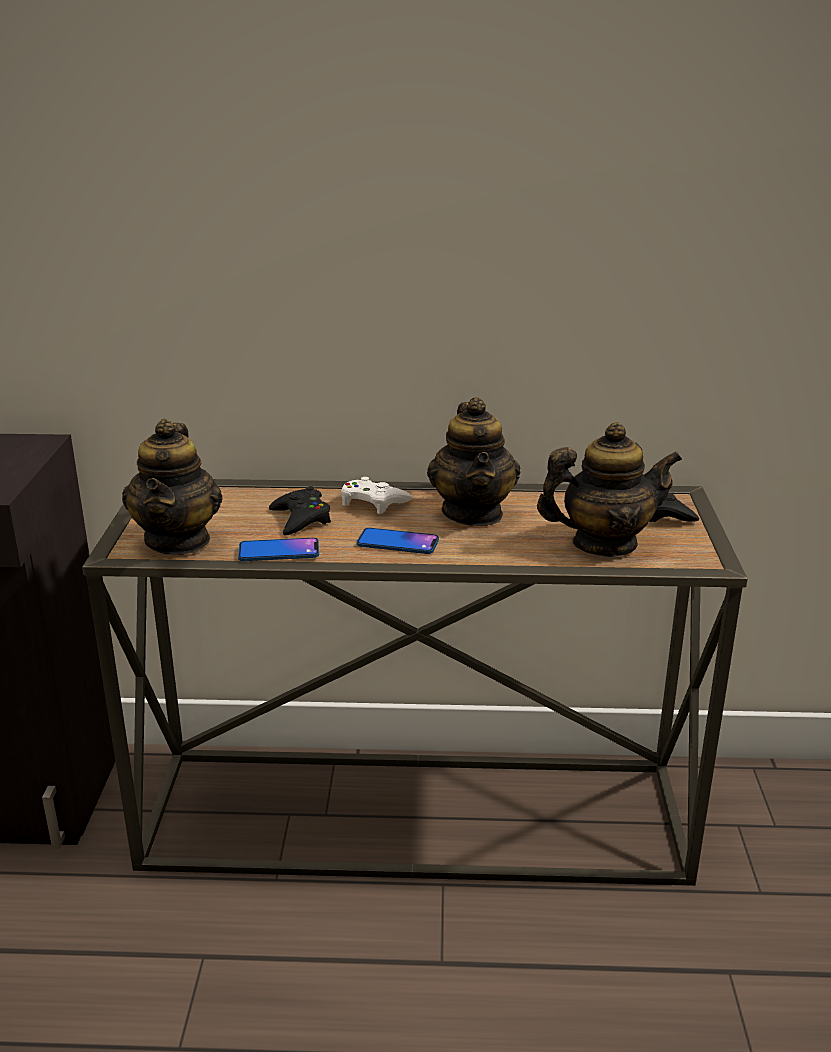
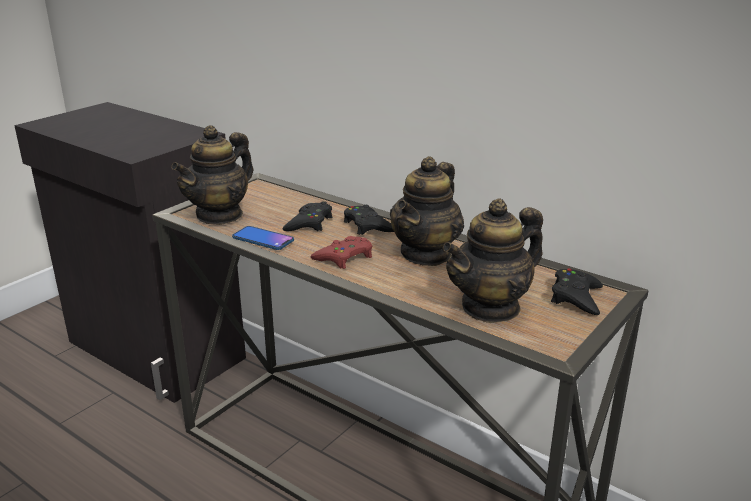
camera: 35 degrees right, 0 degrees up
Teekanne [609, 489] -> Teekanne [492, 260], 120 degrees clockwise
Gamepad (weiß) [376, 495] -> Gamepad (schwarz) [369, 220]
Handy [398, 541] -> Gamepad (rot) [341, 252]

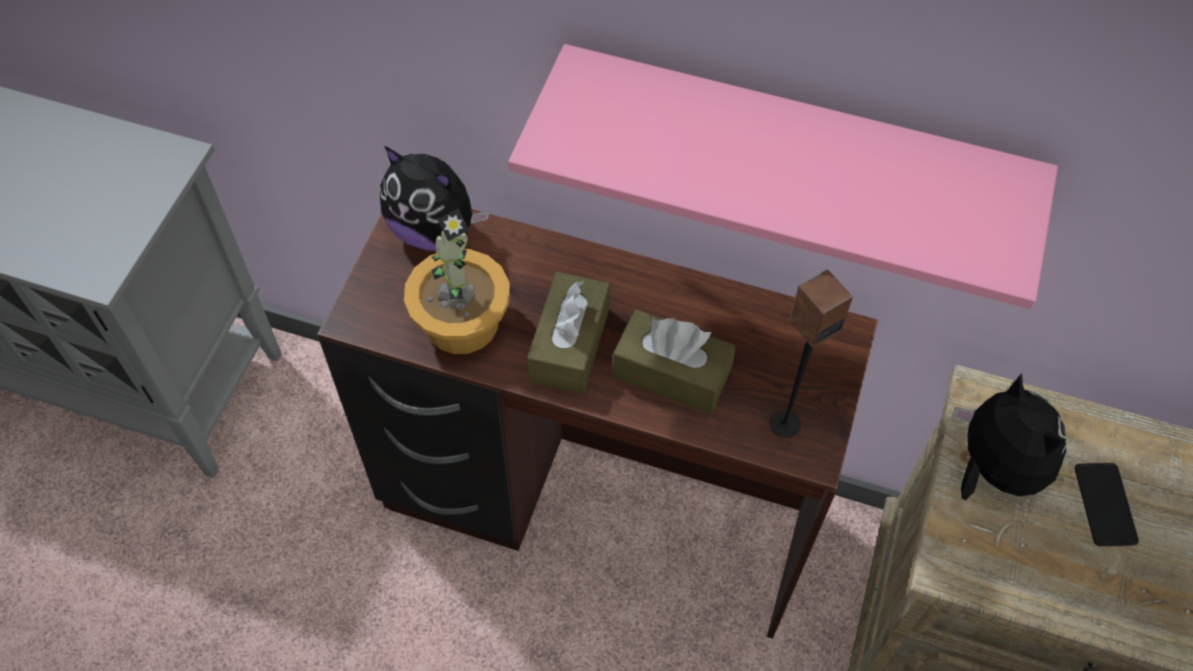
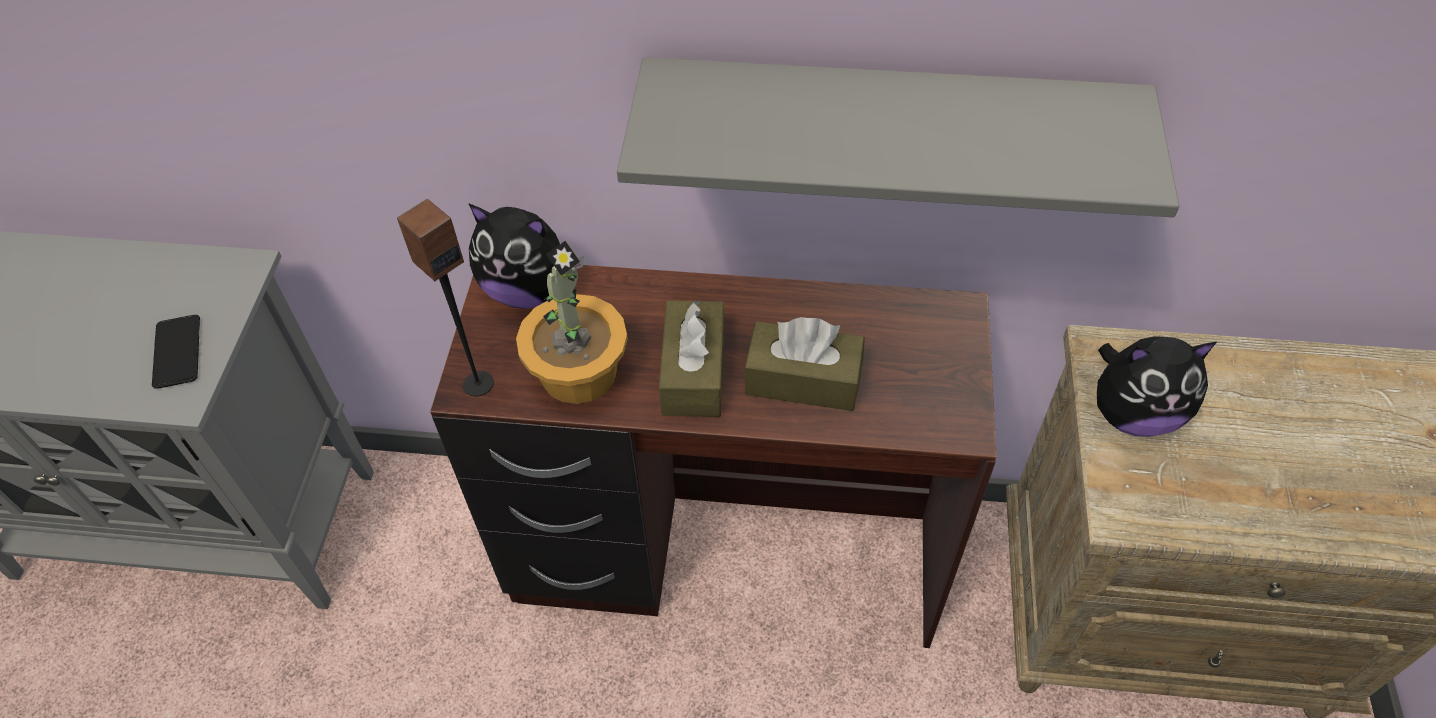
camera: 10 degrees left, 5 degrees down
Wandregal (rosa) [783, 176] -> Wandregal (grau) [898, 137]
Lautsprecher [811, 353] -> Lautsprecher [445, 297], shifted
Plüschtier [1009, 436] -> Plüschtier [1157, 386], 120 degrees clockwise
Handy [1106, 504] -> Handy [176, 352], shifted

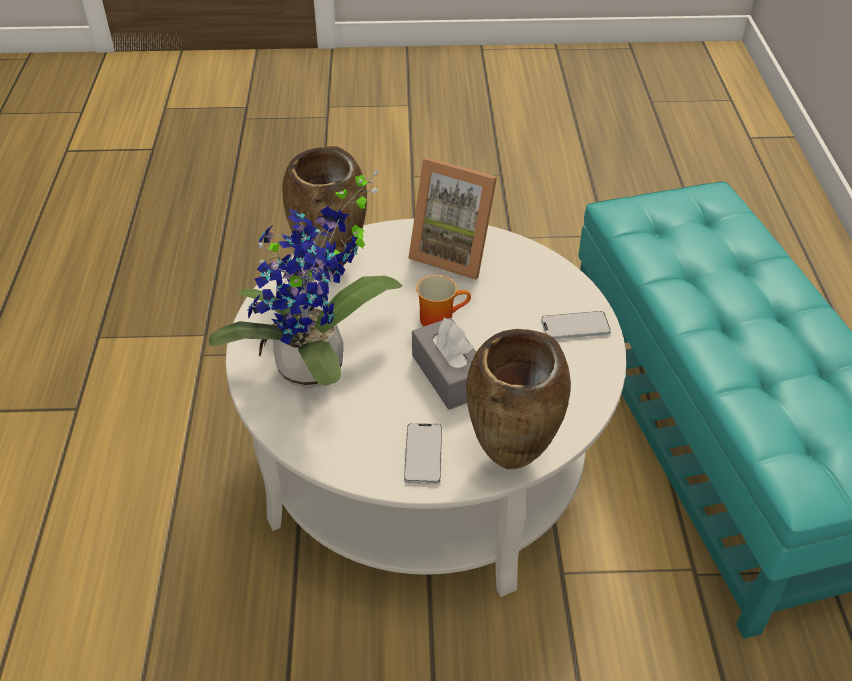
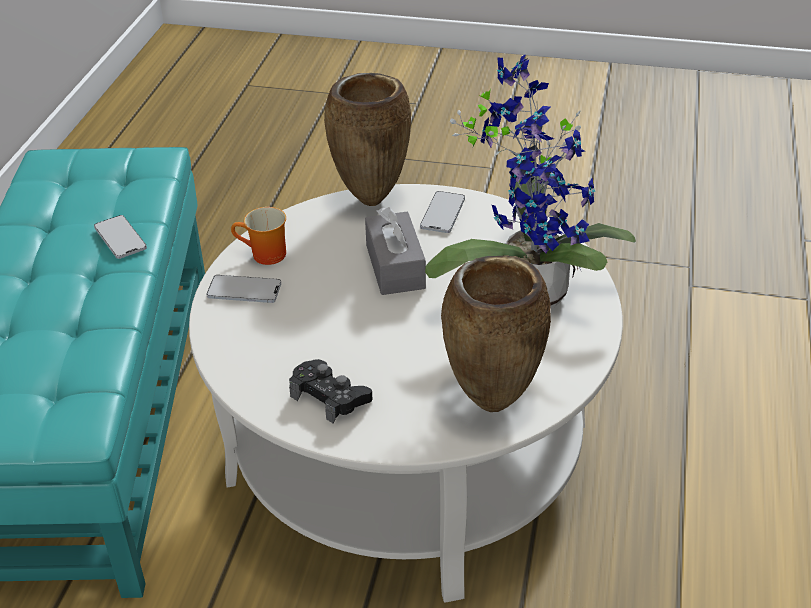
camera: 165 degrees left, 5 degrees down
Bilderrahmen [452, 218] -> Gamepad (schwarz) [331, 391]
Henkelbecher [443, 300] -> Henkelbecher [258, 236], shifted
none -> Handy [120, 237]

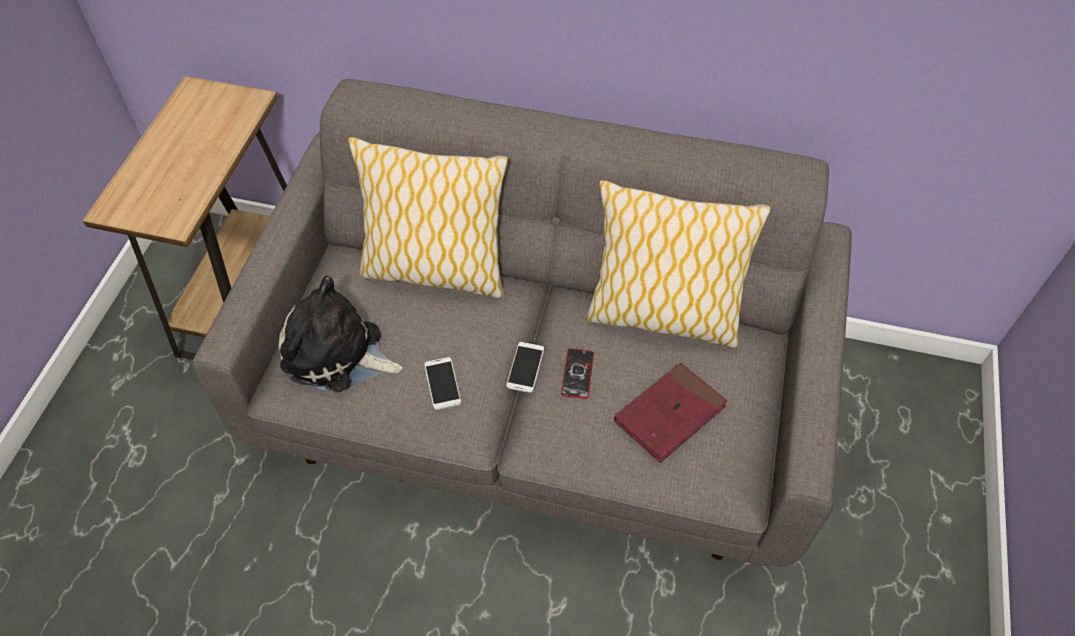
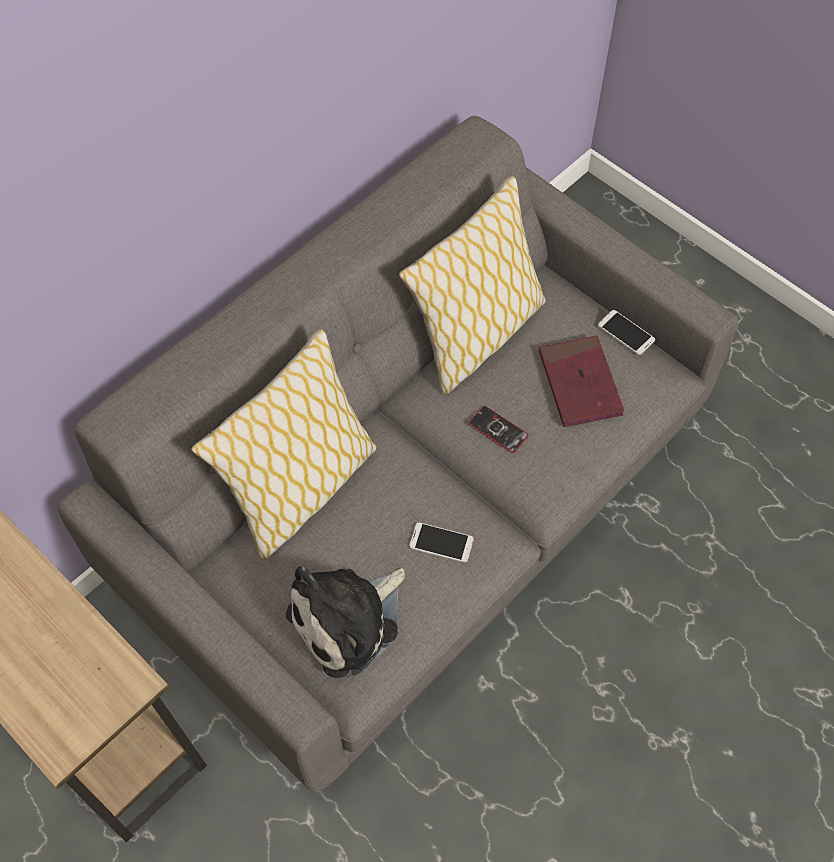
camera: 60 degrees left, 5 degrees up
Handy [525, 367] -> Handy [626, 332], shifted

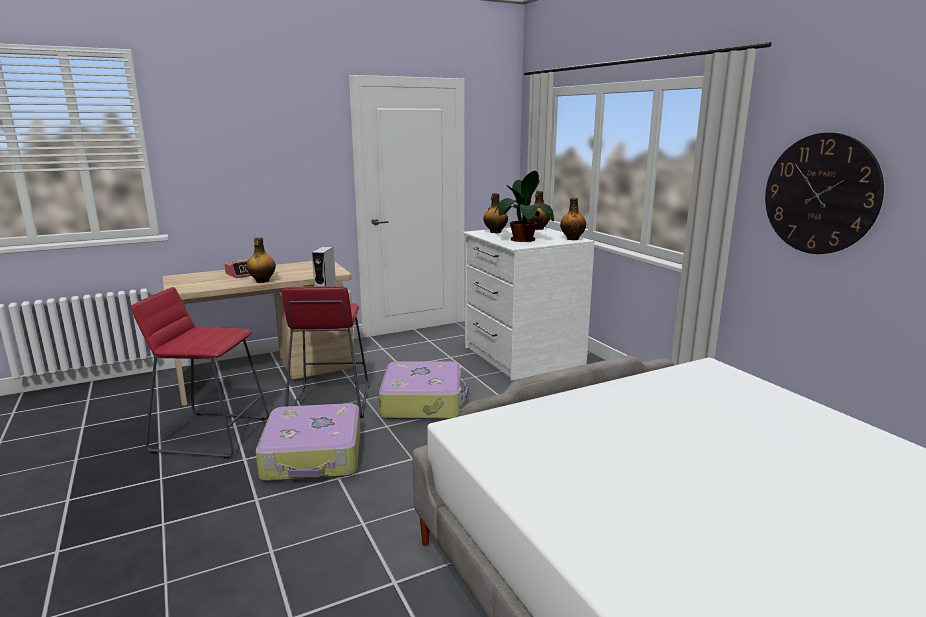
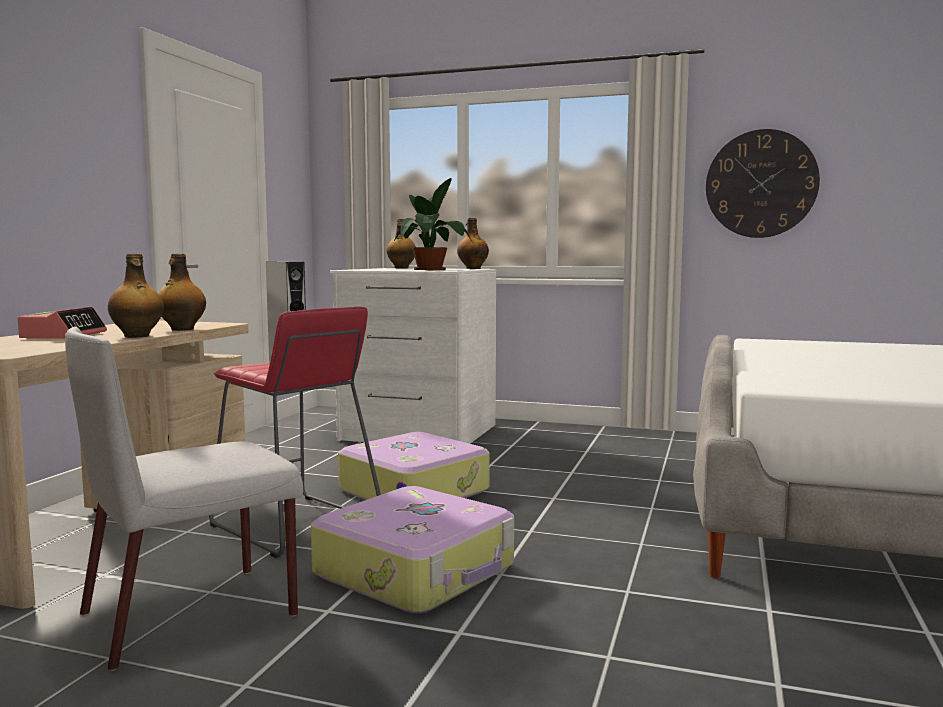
camera: 45 degrees left, 10 degrees down
Flasche [495, 213] -> Flasche [182, 292], shifted
Hocker (rot) [200, 373] -> Stuhl (grau) [184, 499]

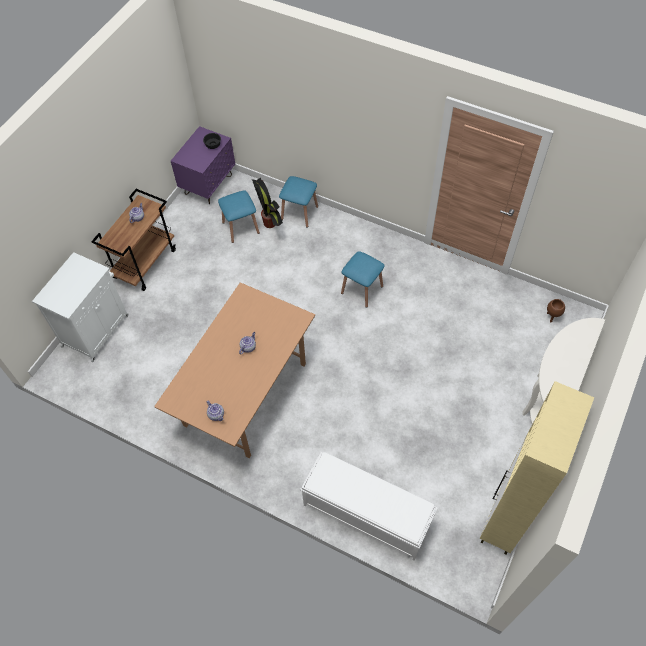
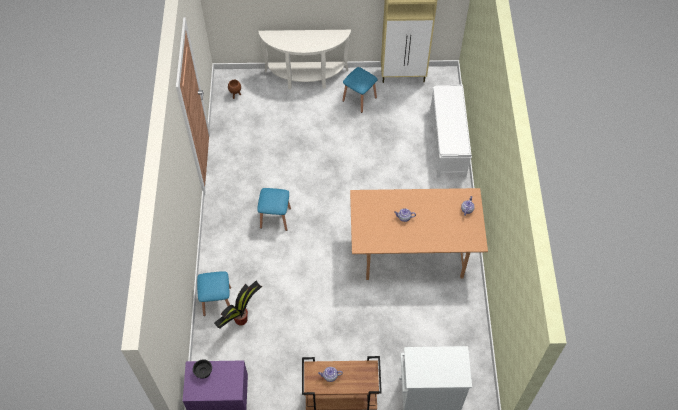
camera: 120 degrees left, 0 degrees up
Hocker (blau) [239, 216] -> Hocker (blau) [360, 90], shifted

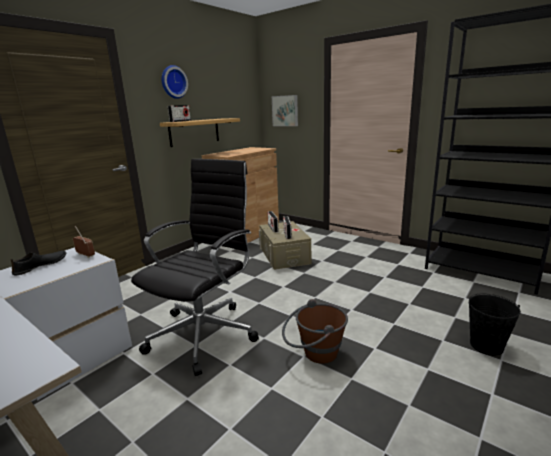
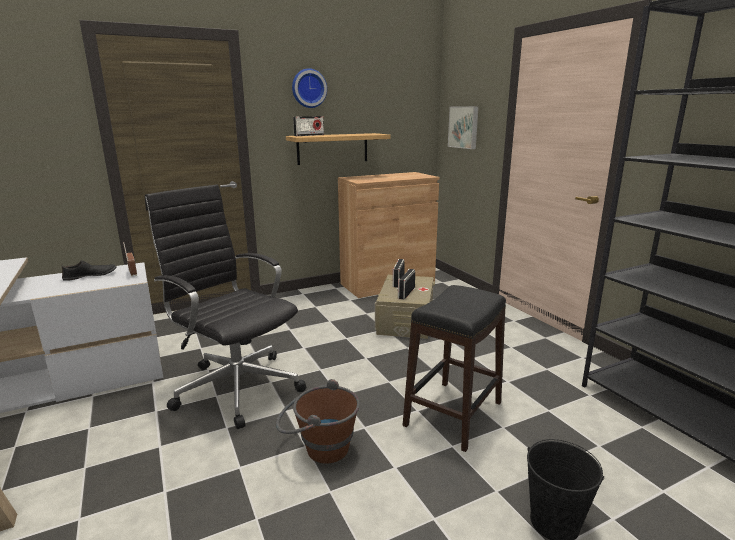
camera: 25 degrees right, 0 degrees up
Bürostuhl (schwarz) [195, 267] -> Bürostuhl (schwarz) [225, 307], 105 degrees counterclockwise
none -> Hocker (schwarz) [454, 368]

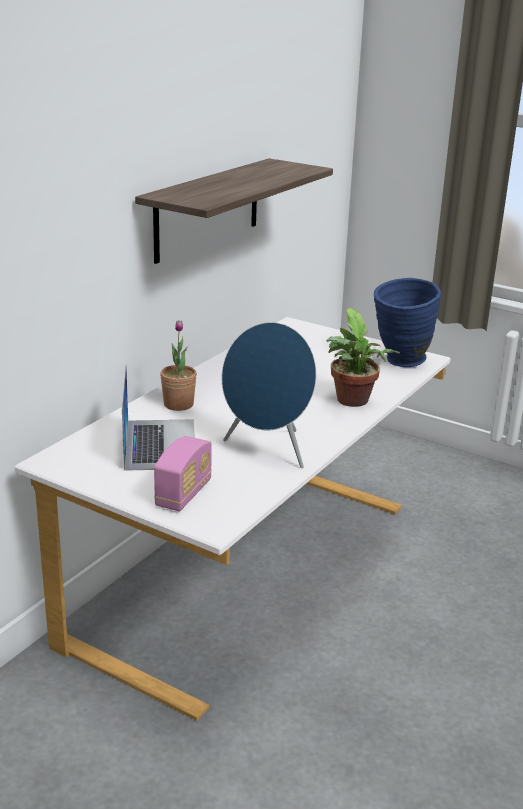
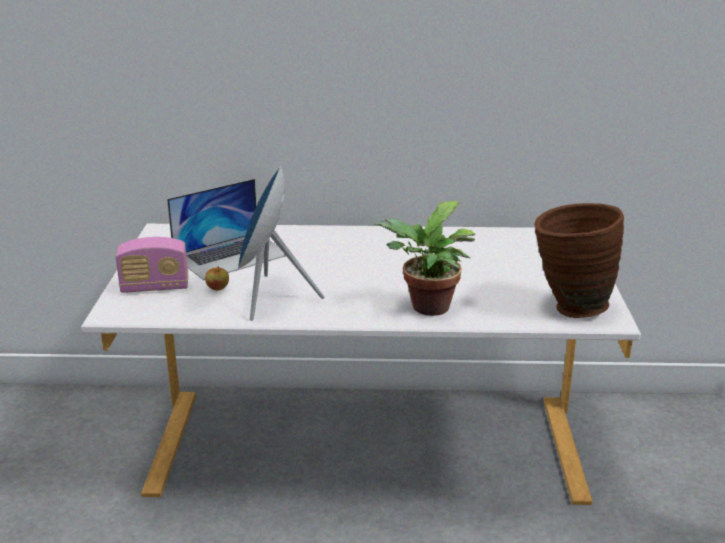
camera: 60 degrees right, 0 degrees up
Wandregal [234, 211] -> none
Vase (blau) [407, 322] -> Vase (braun) [579, 260]
Topfpflanze [178, 365] -> none
none -> Apfel [217, 278]

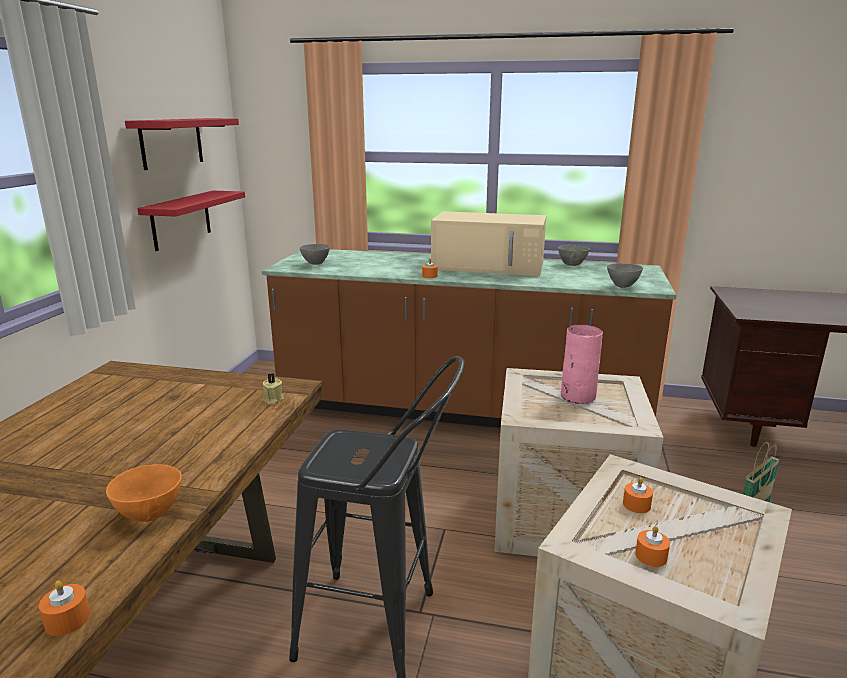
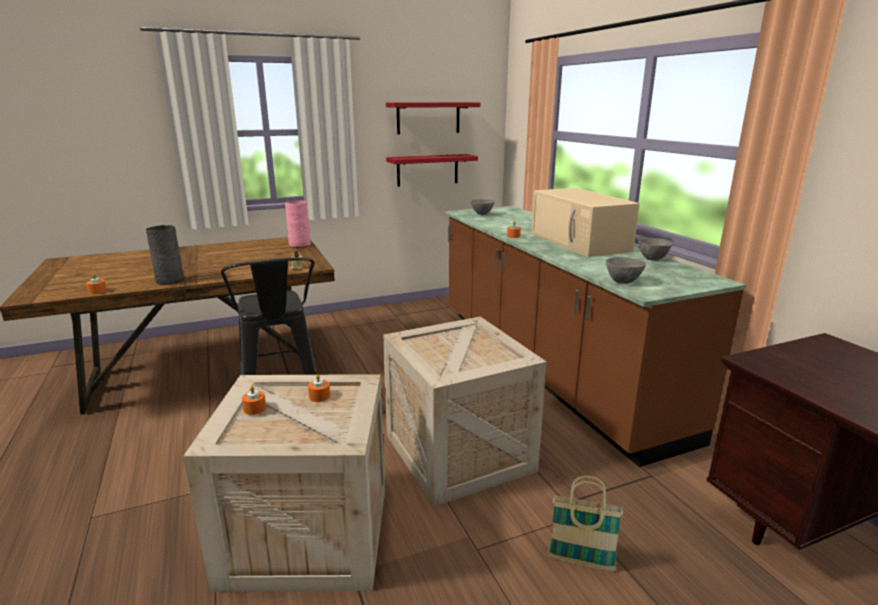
camera: 55 degrees right, 0 degrees up
Vase (rosa) [582, 364] -> Vase (rosa) [298, 223], shifted
Schüssel (orange) [144, 493] -> Vase (grau) [165, 255]

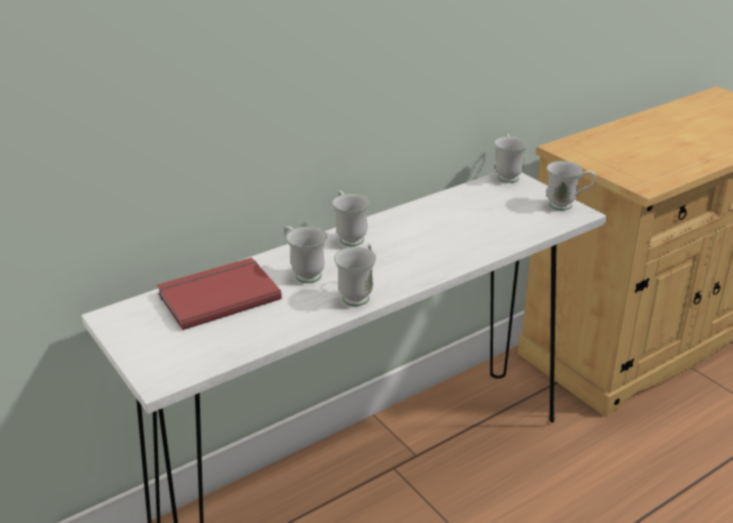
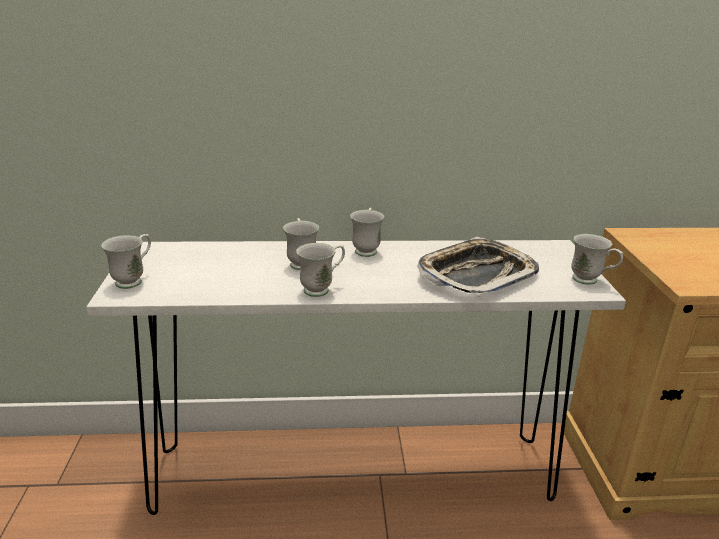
camera: 30 degrees right, 5 degrees down
Henkelbecher (weiß) [511, 158] -> Henkelbecher (weiß) [126, 261], shifted
Buch (rot) [219, 293] -> none
none -> Tablett [478, 267]

